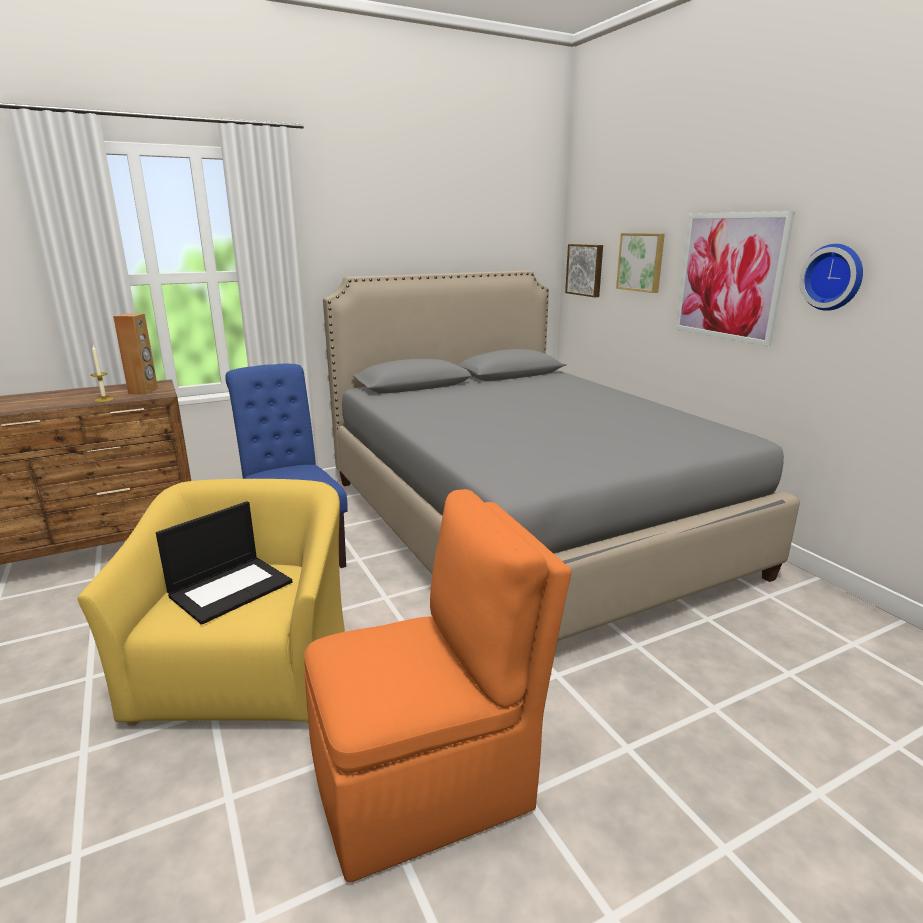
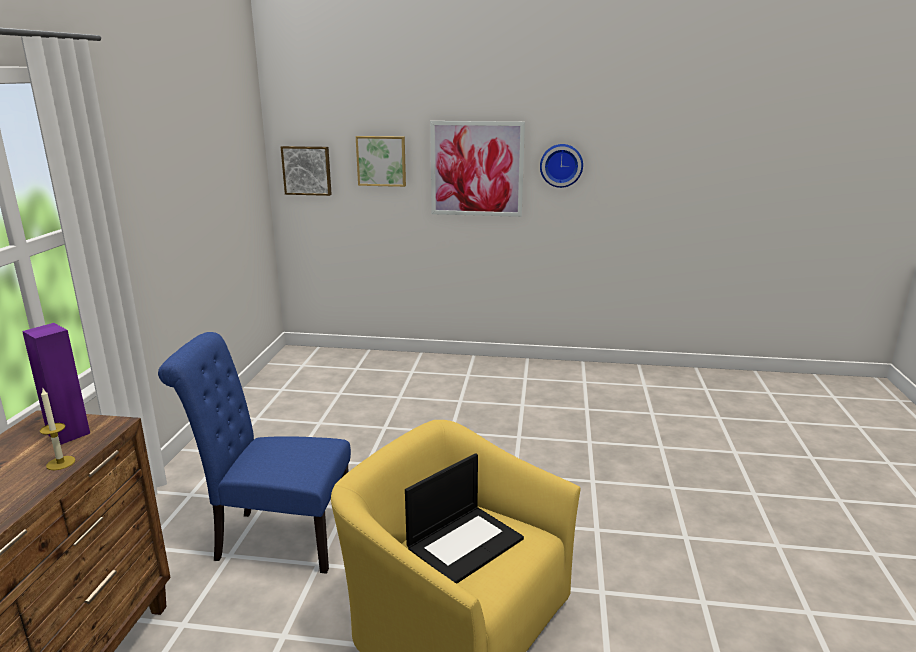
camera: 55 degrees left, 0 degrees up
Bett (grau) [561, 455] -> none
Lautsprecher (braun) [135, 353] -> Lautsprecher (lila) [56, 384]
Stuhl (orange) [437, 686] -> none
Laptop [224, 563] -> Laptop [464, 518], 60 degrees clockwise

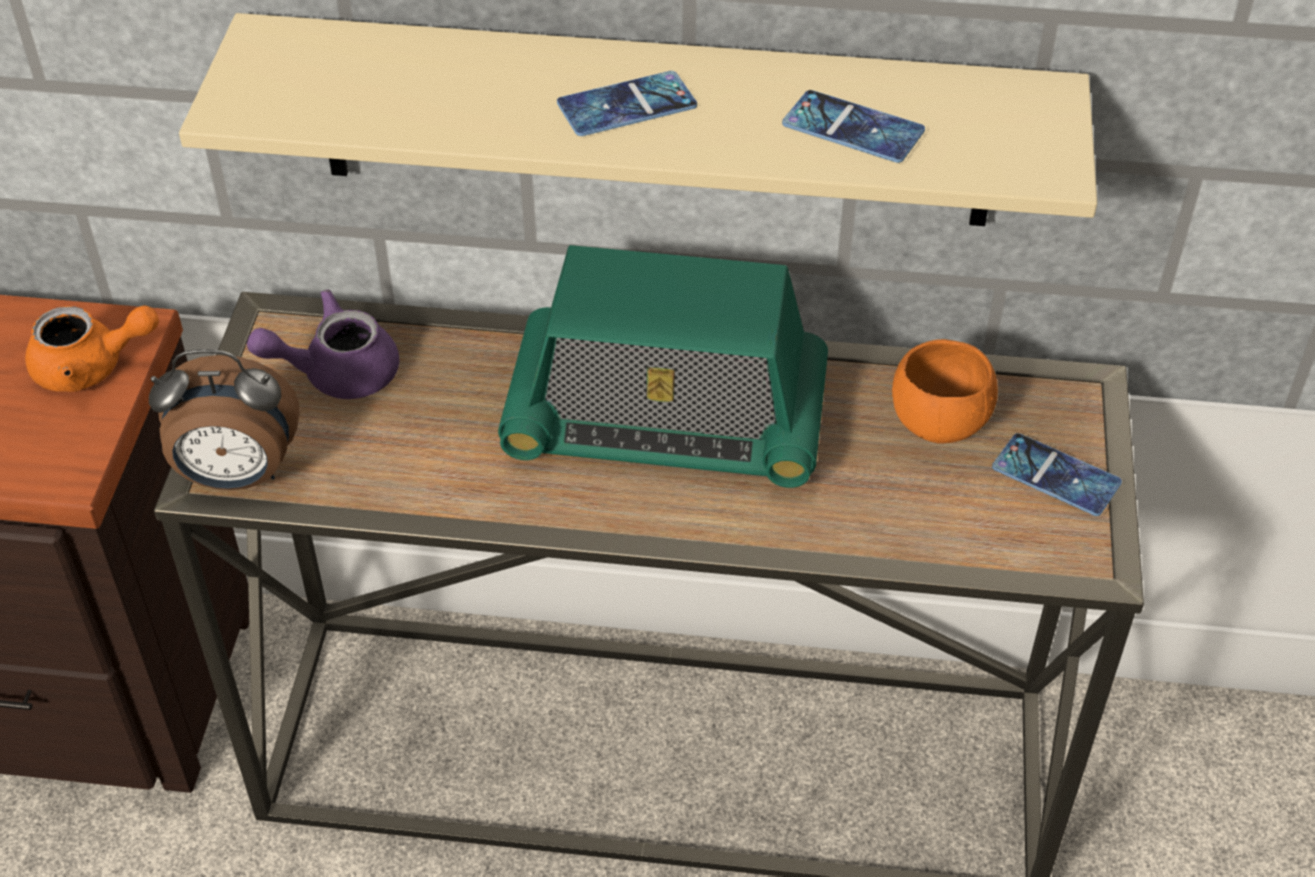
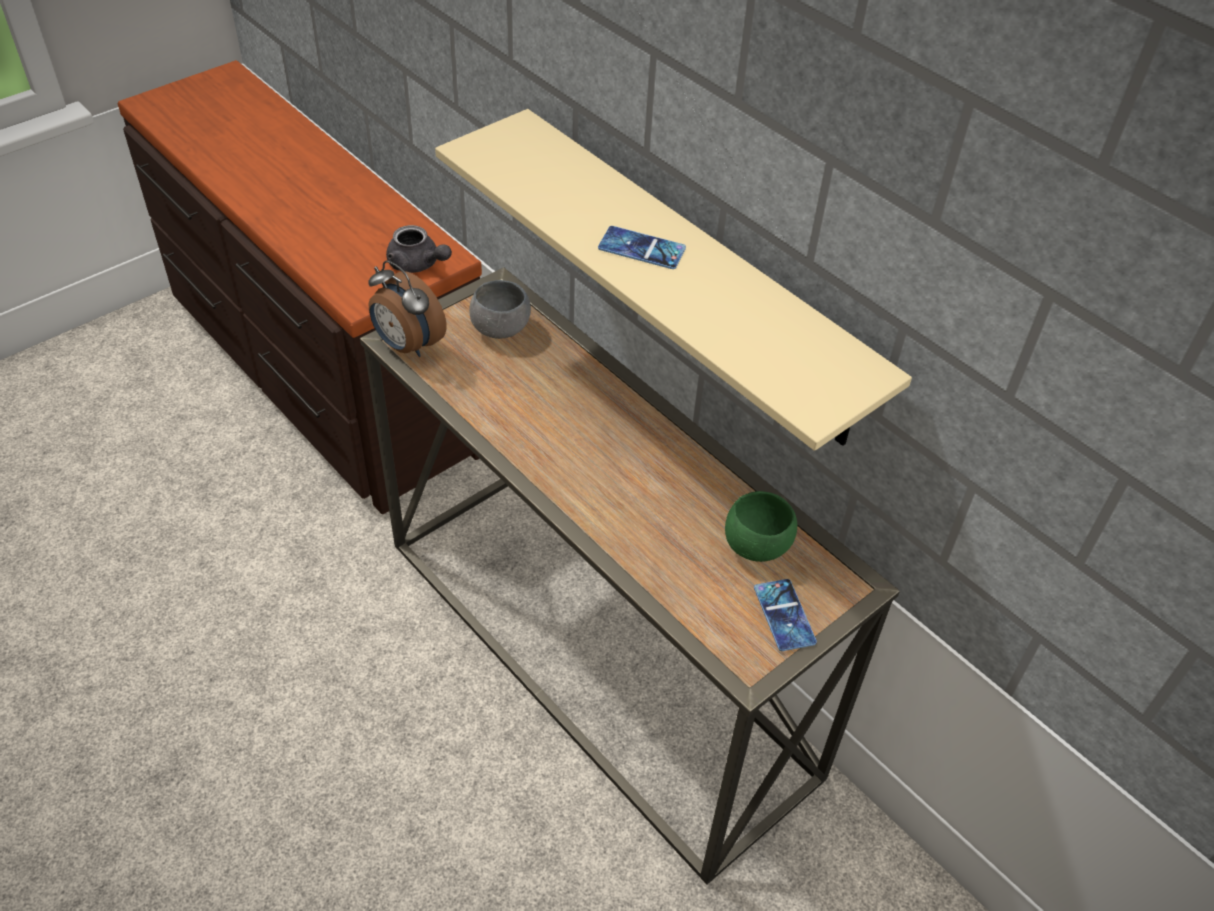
camera: 40 degrees right, 0 degrees up
Handy [853, 126] -> none
Radio [663, 366] -> none
Teekanne (lila) [323, 344] -> Schüssel (grau) [500, 309]
Teekanne (orange) [92, 349] -> Teekanne (grau) [419, 249]
Schüssel (orange) [945, 391] -> Schüssel (grün) [761, 526]

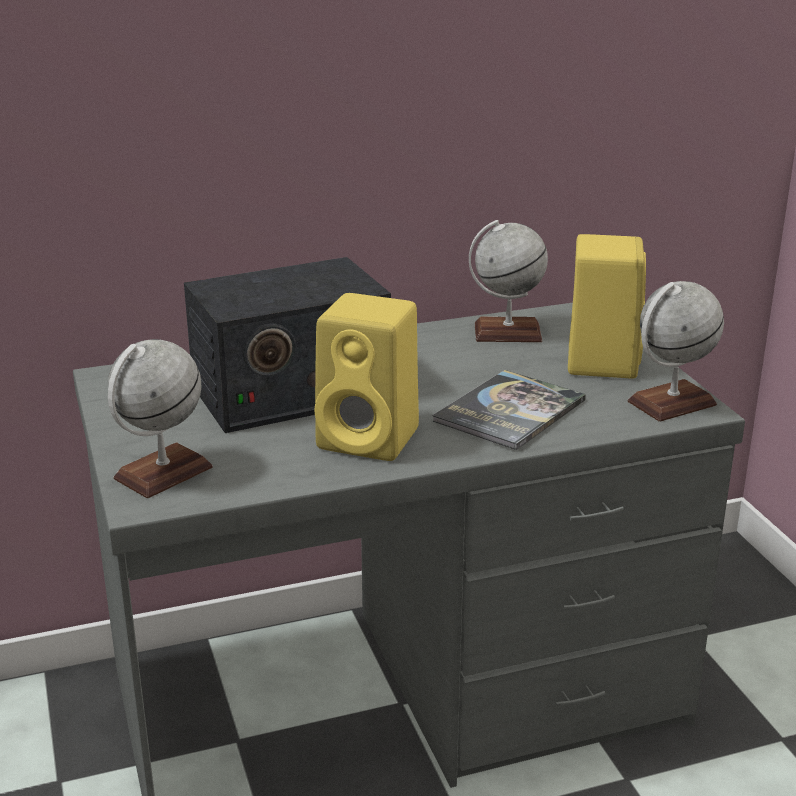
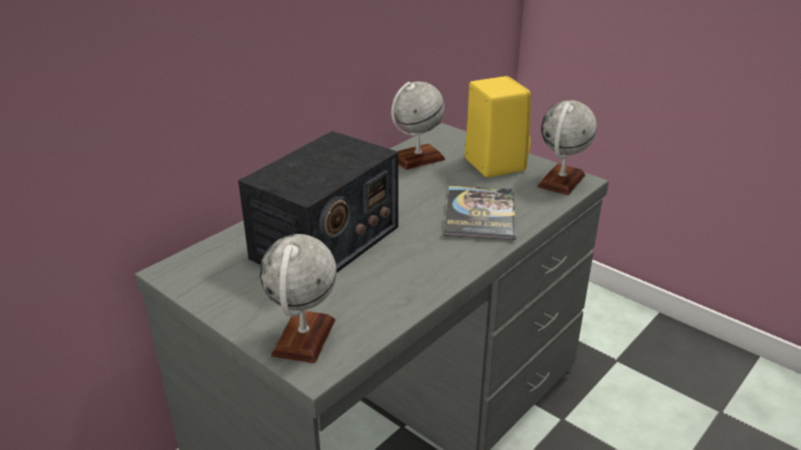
camera: 30 degrees left, 5 degrees up
Lautsprecher (gelb) [367, 377] -> none

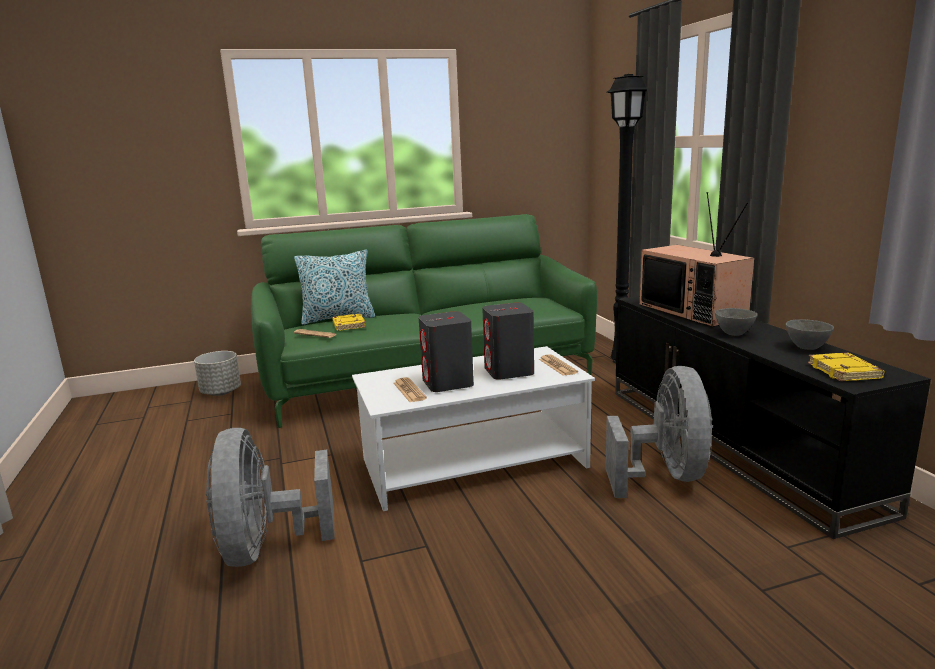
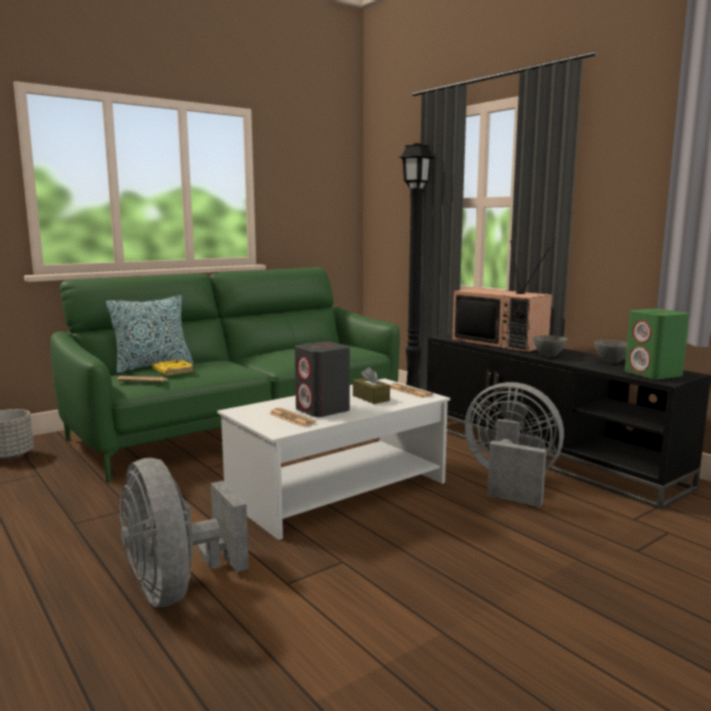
camera: 20 degrees left, 5 degrees down
Lautsprecher (grau) [508, 341] -> Taschentuchbox (braun) [371, 385]
Buch (gelb) [846, 366] -> Lautsprecher (grün) [657, 344]
Ventilator (grau) [659, 432] -> Ventilator (grau) [514, 444], 45 degrees counterclockwise

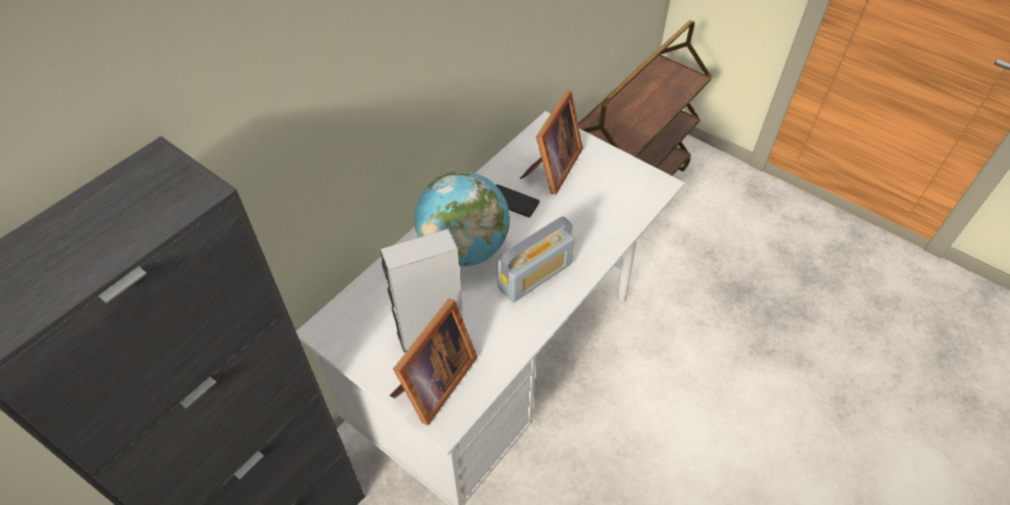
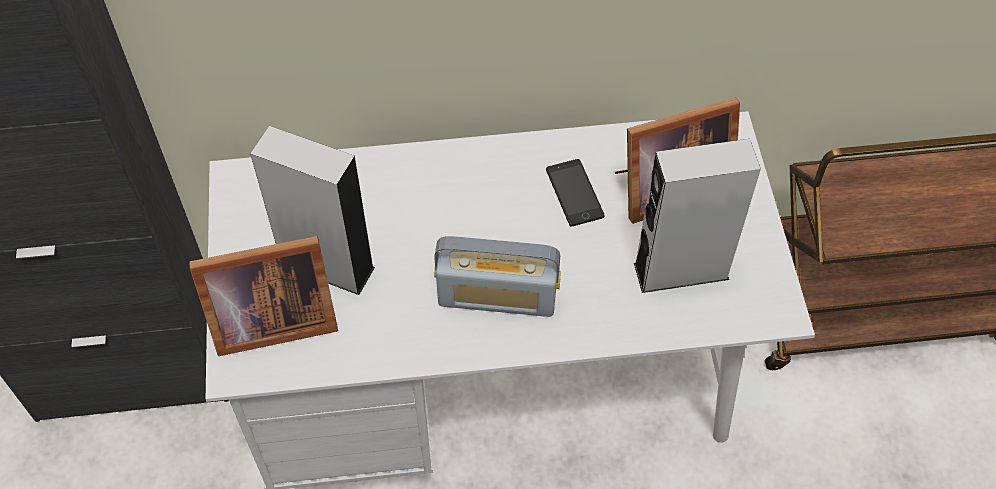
camera: 45 degrees right, 5 degrees up
Globus [462, 219] -> none
none -> Lautsprecher (grau) [697, 216]

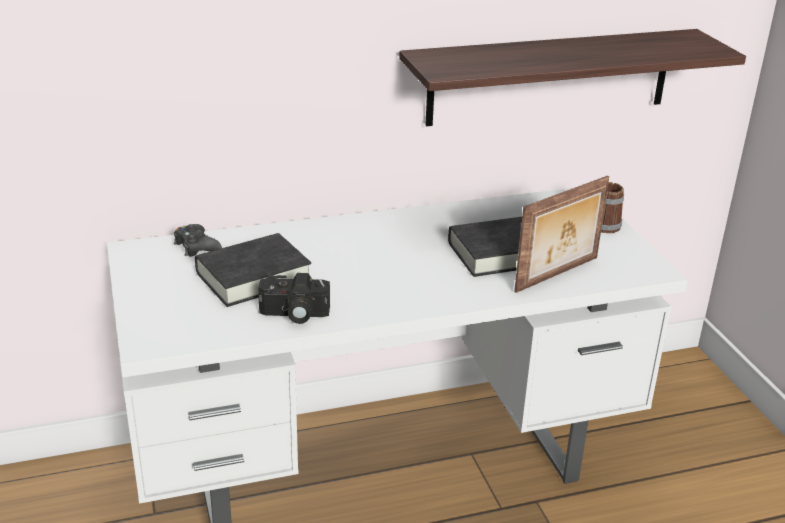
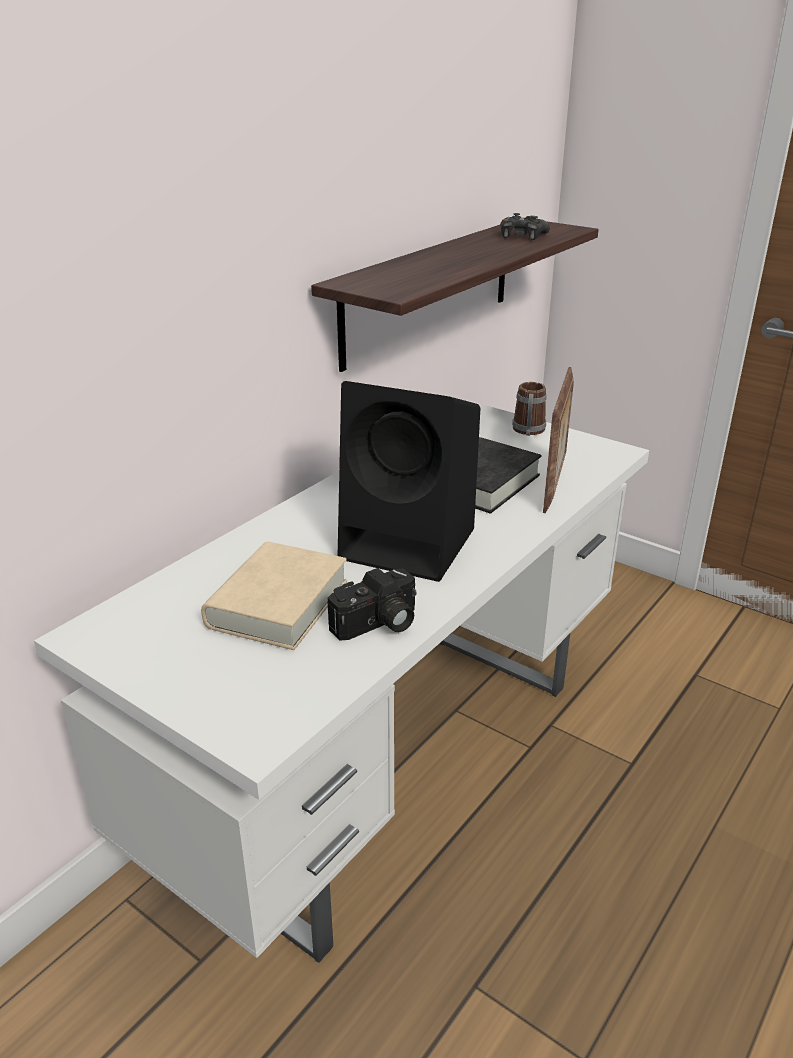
camera: 35 degrees left, 0 degrees up
Gamepad (schwarz) [198, 240] -> Gamepad (schwarz) [525, 226], shifted
Buch (schwarz) [253, 270] -> Buch (beige) [274, 596]
none -> Lautsprecher (schwarz) [409, 481]

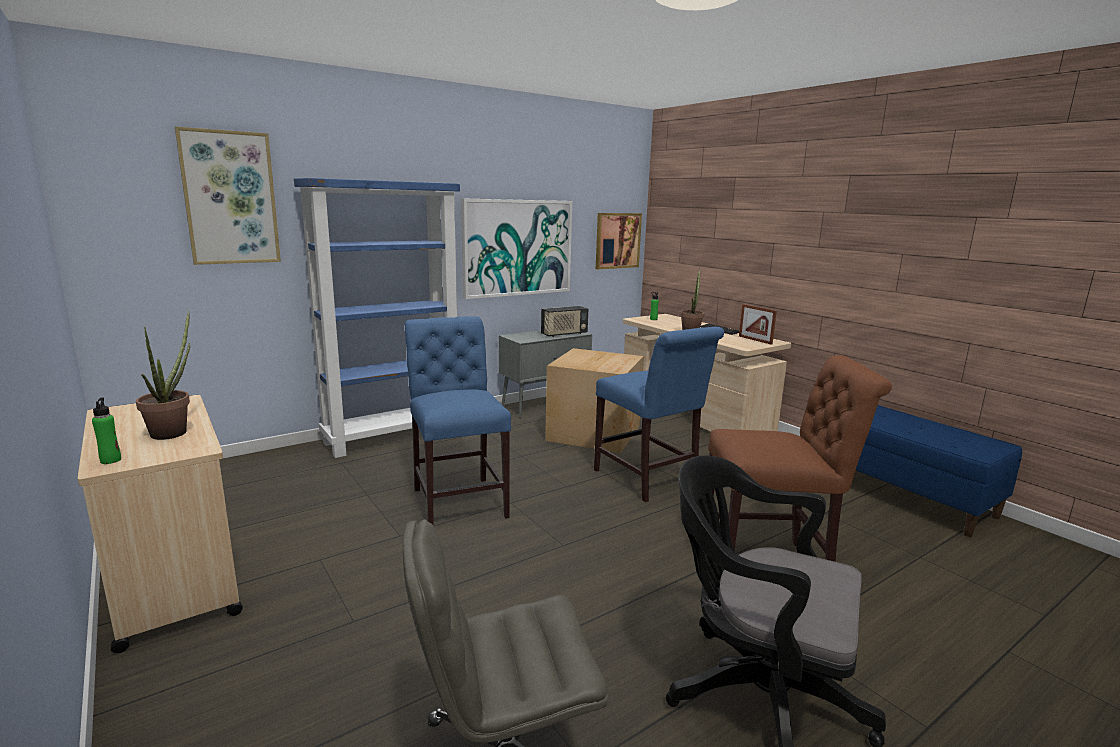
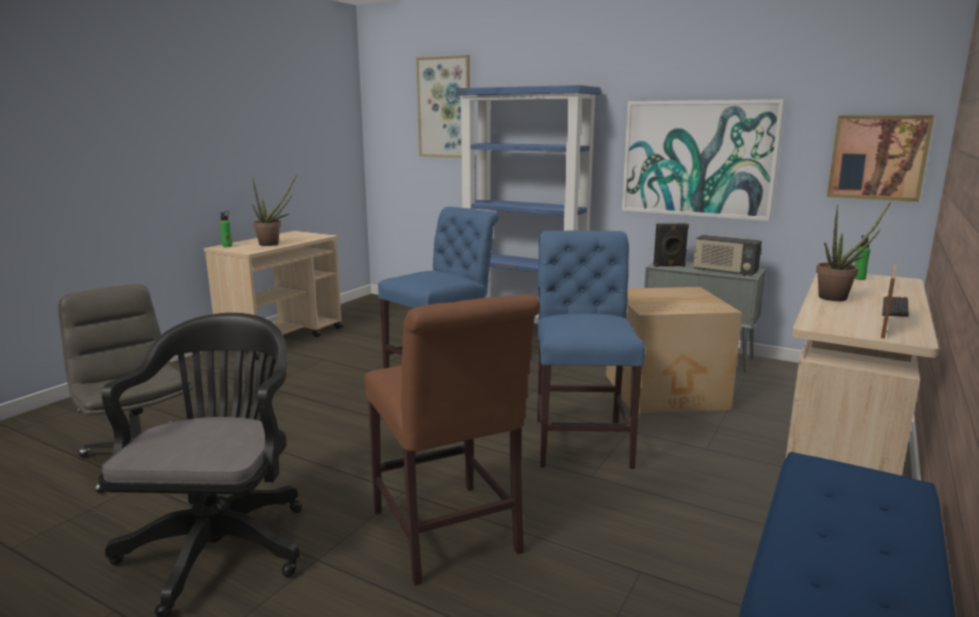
camera: 65 degrees right, 0 degrees up
Stuhl (blau) [659, 414] -> Stuhl (blau) [591, 349], 150 degrees clockwise
none -> Lautsprecher (schwarz) [671, 245]

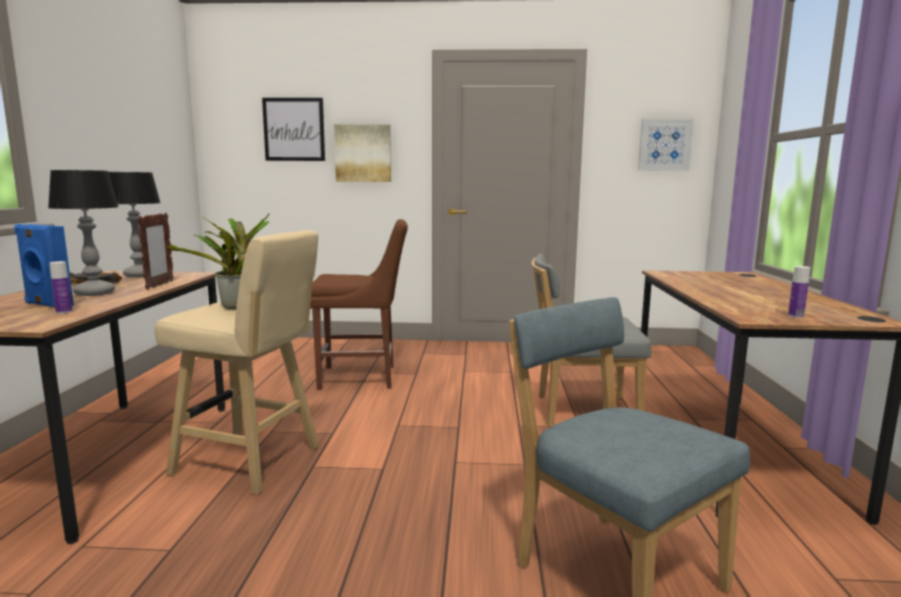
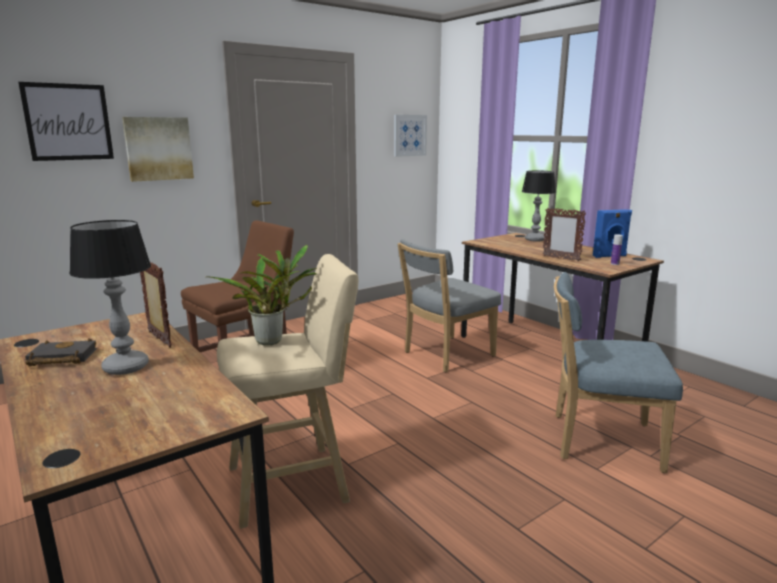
camera: 40 degrees left, 5 degrees up
Tischlampe [134, 224] -> Tischlampe [539, 206], shifted
Lautsprecher (blau) [44, 266] -> Lautsprecher (blau) [612, 233], shifted
Flasche [60, 287] -> none
none -> Bilderrahmen [564, 234]

